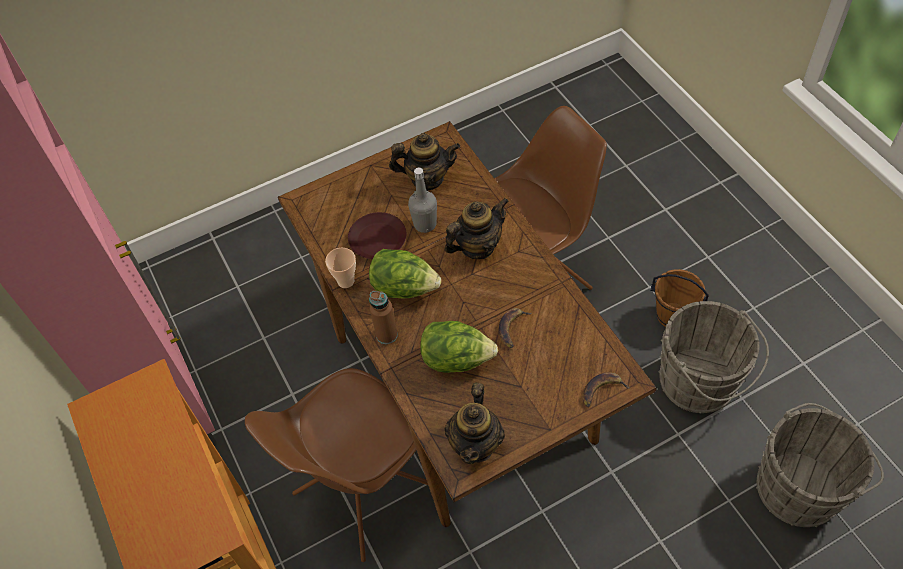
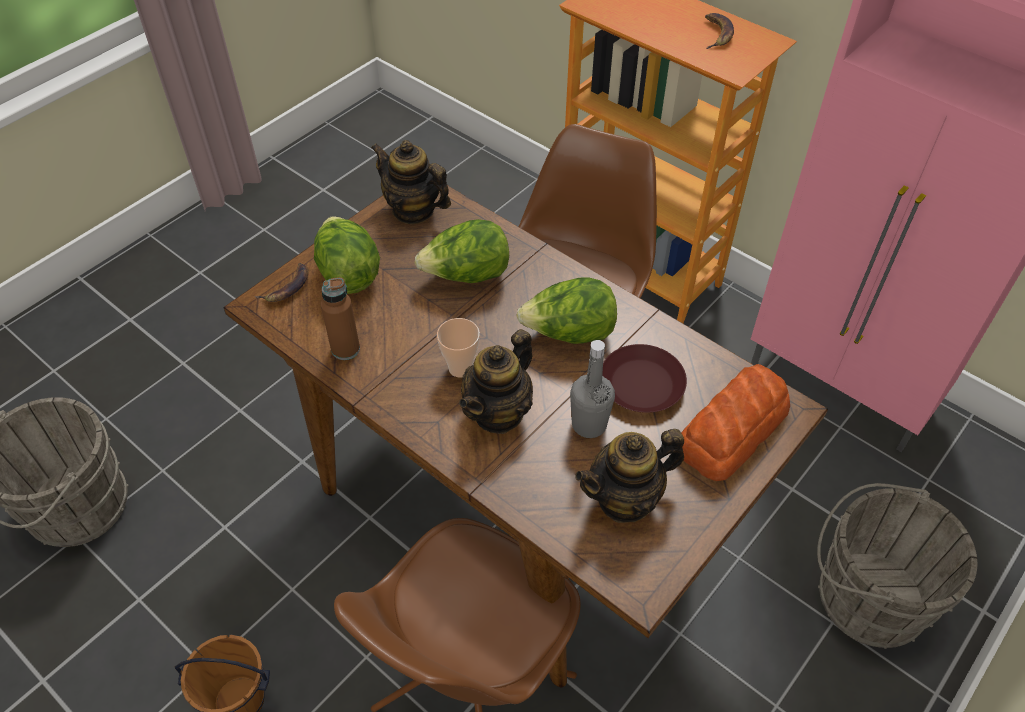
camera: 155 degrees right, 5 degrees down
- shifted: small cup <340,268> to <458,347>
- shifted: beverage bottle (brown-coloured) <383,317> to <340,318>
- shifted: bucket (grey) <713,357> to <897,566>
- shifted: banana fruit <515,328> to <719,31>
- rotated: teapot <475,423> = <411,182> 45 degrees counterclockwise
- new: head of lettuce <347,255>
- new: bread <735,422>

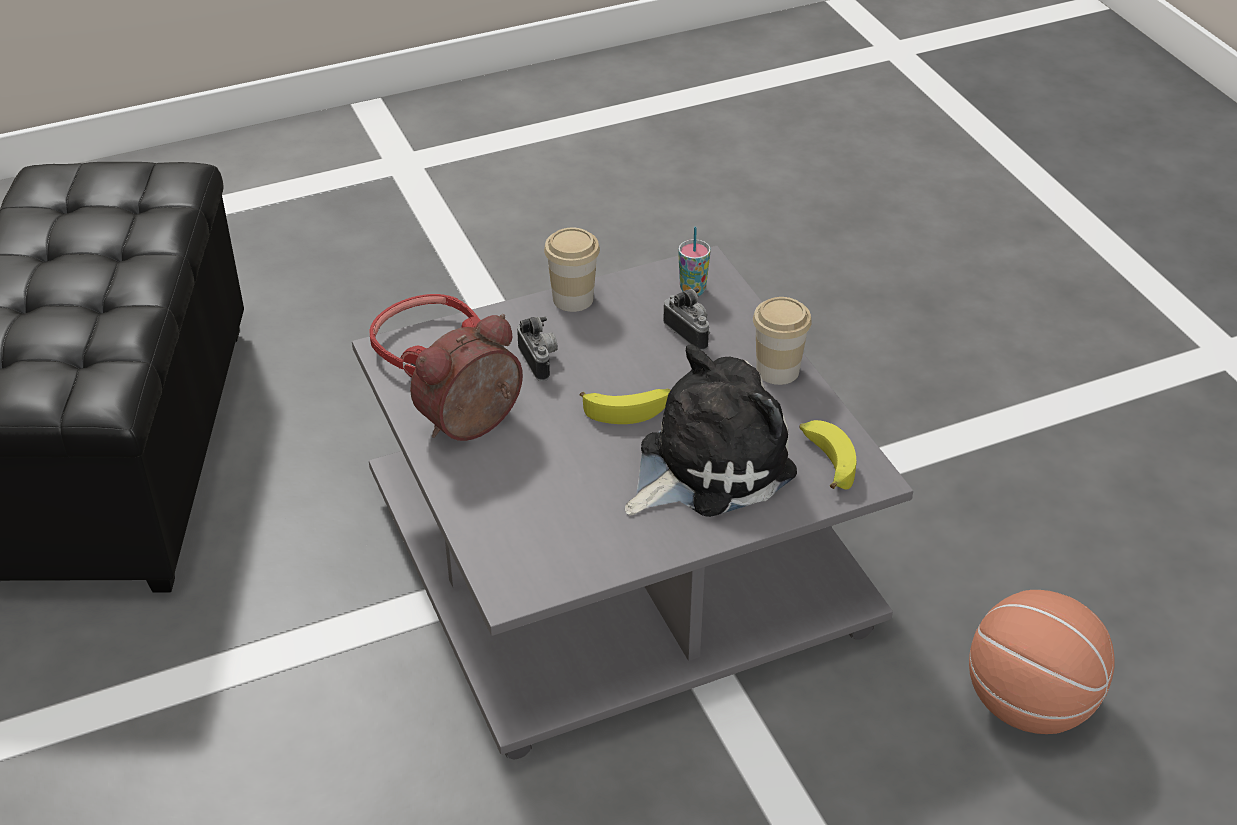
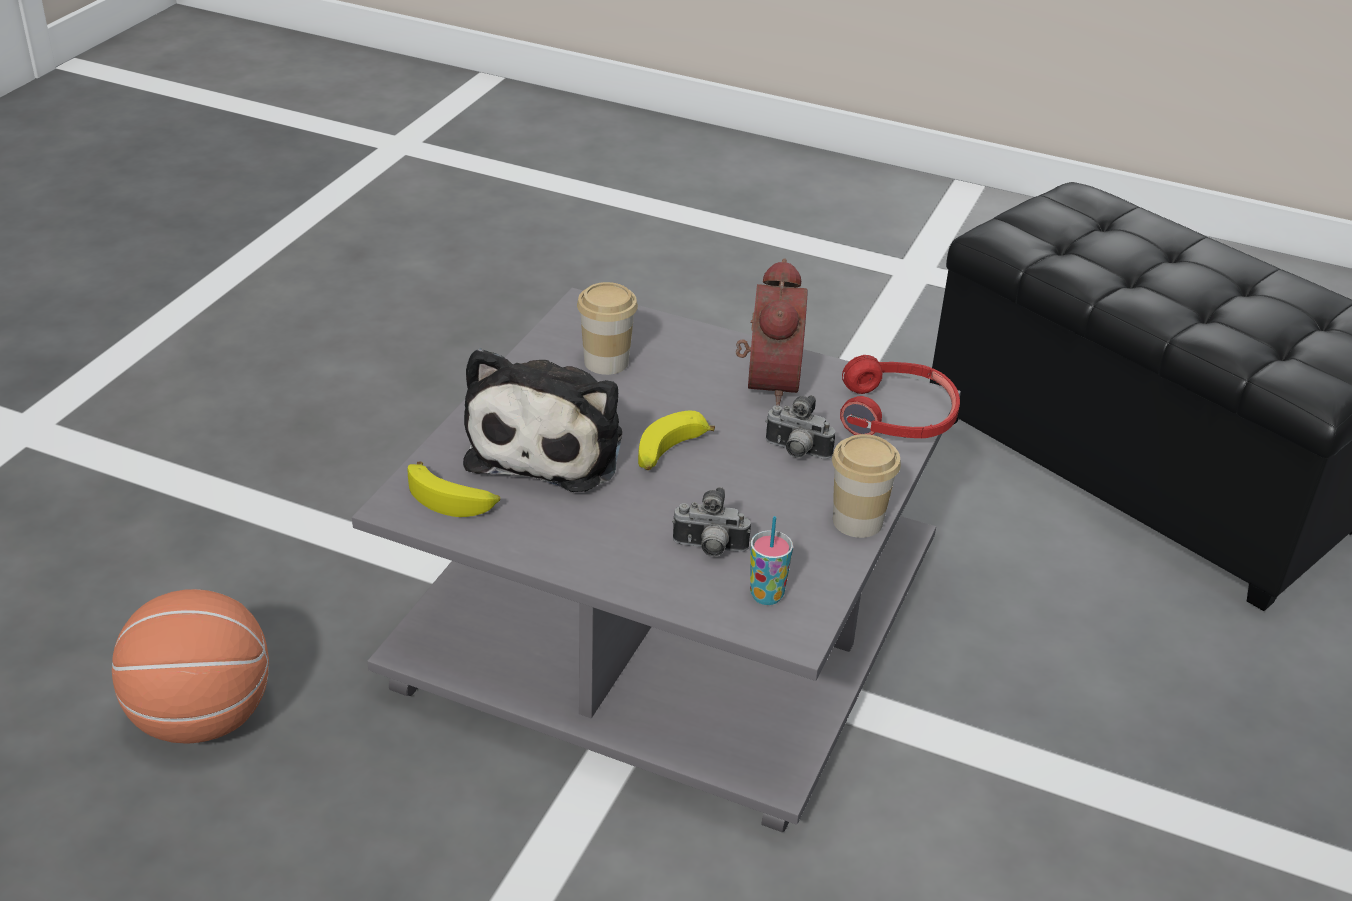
camera: 135 degrees right, 5 degrees down
- shifted: small cup <782,341> to <607,328>

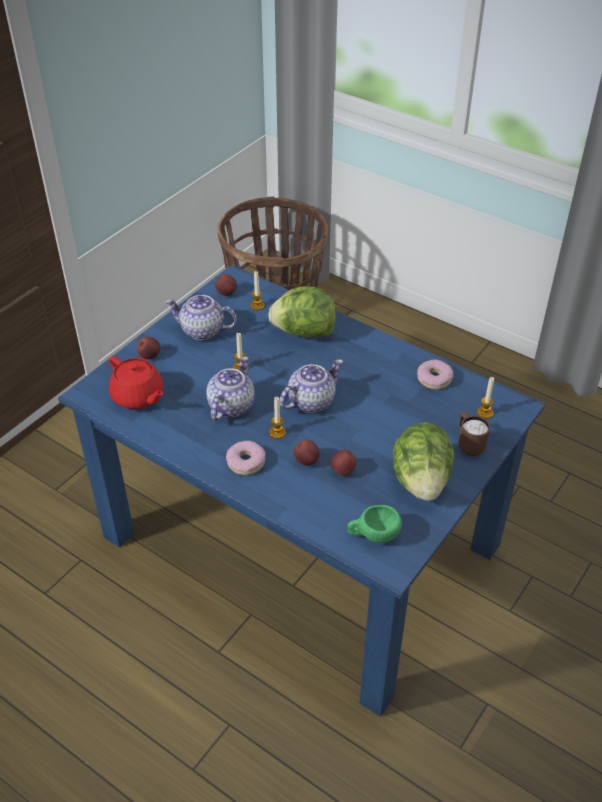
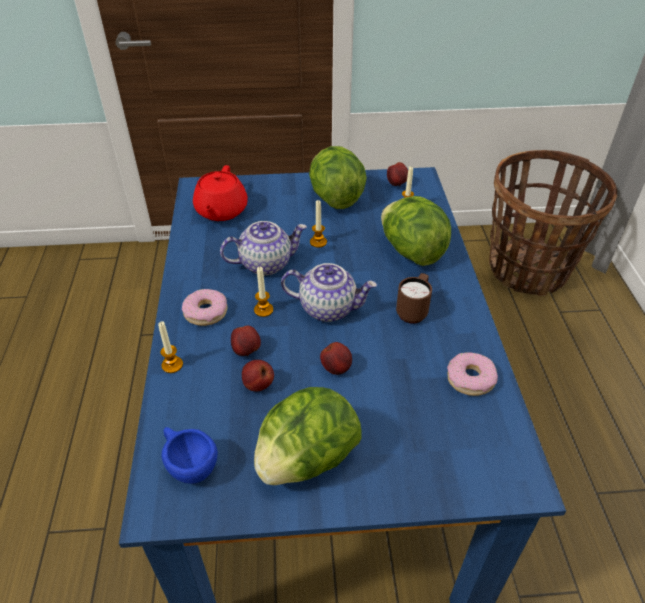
camera: 50 degrees right, 0 degrees up
- swapped: teapot <201,317> to head of lettuce <338,177>
- shifted: apple <148,347> to <336,358>
- shifted: wax light <485,398> to <170,347>
- shifted: mug (brown-coloured) <474,433> to <414,298>
- repainted: small cup (green-coloured) <375,524> to small cup (bluish) <189,455>

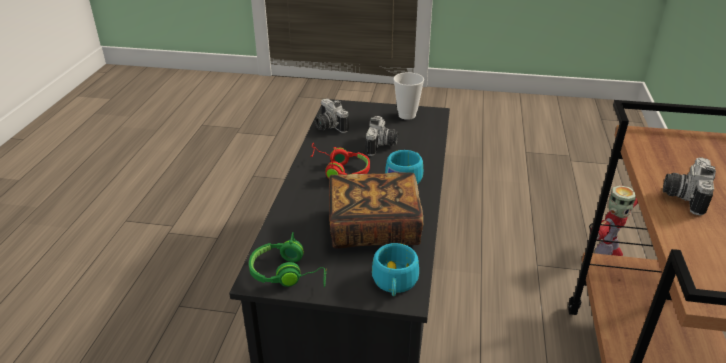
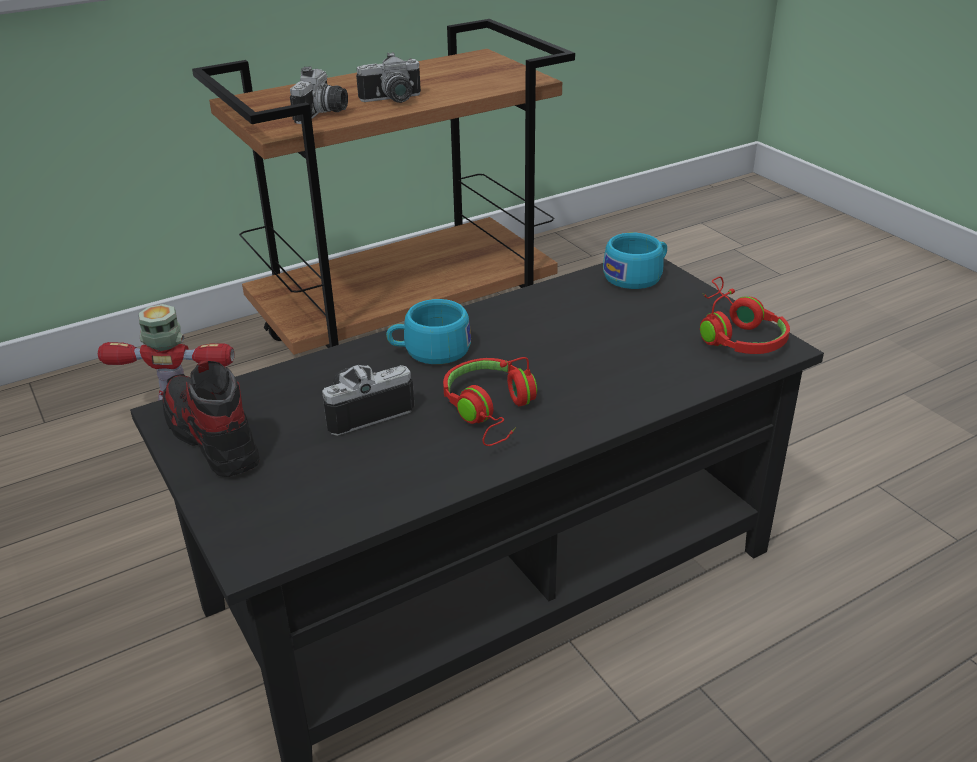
camera: 130 degrees left, 0 degrees up
- swapped: small cup <408,96> to shoe <211,418>
- shifted: photo camera <332,116> to <319,95>
- gone: book <376,210>
- repainted: headphones (green-coloured) <288,259> to headphones (reddish) <745,315>

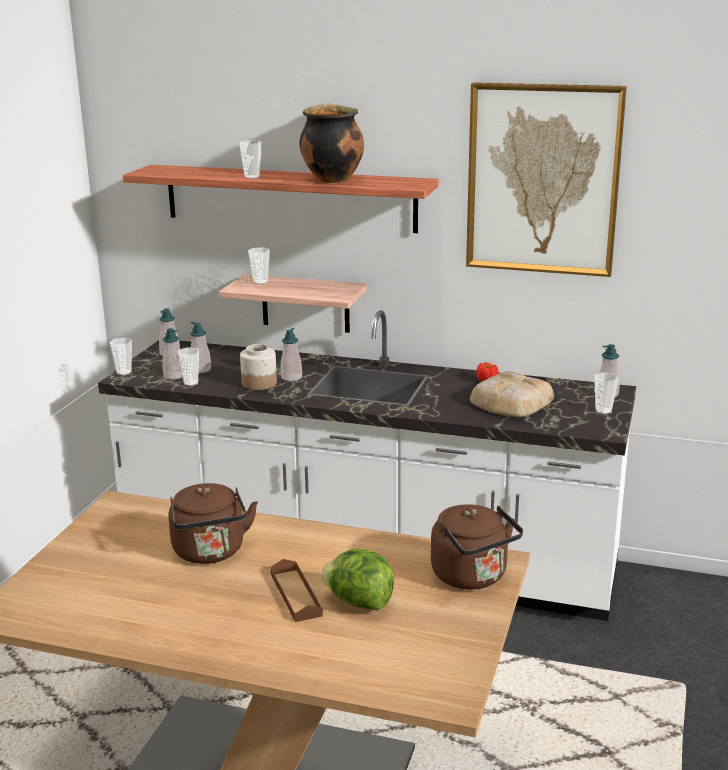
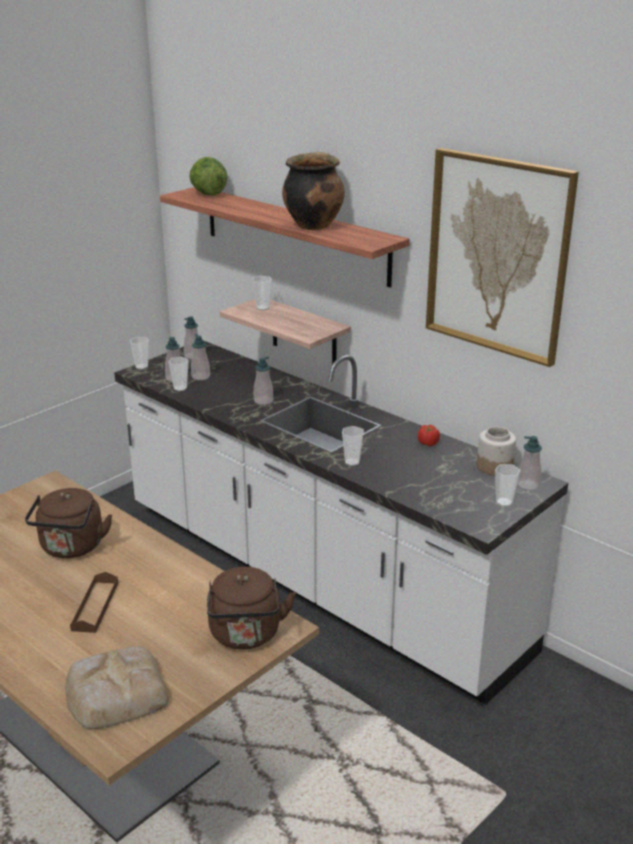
camera: 25 degrees right, 5 degrees up
- shifted: small cup <250,159> to <353,446>
- shifted: jar <258,367> to <496,451>
- shifted: bread <512,394> to <117,687>
- shifted: head of lettuce <357,579> to <208,176>

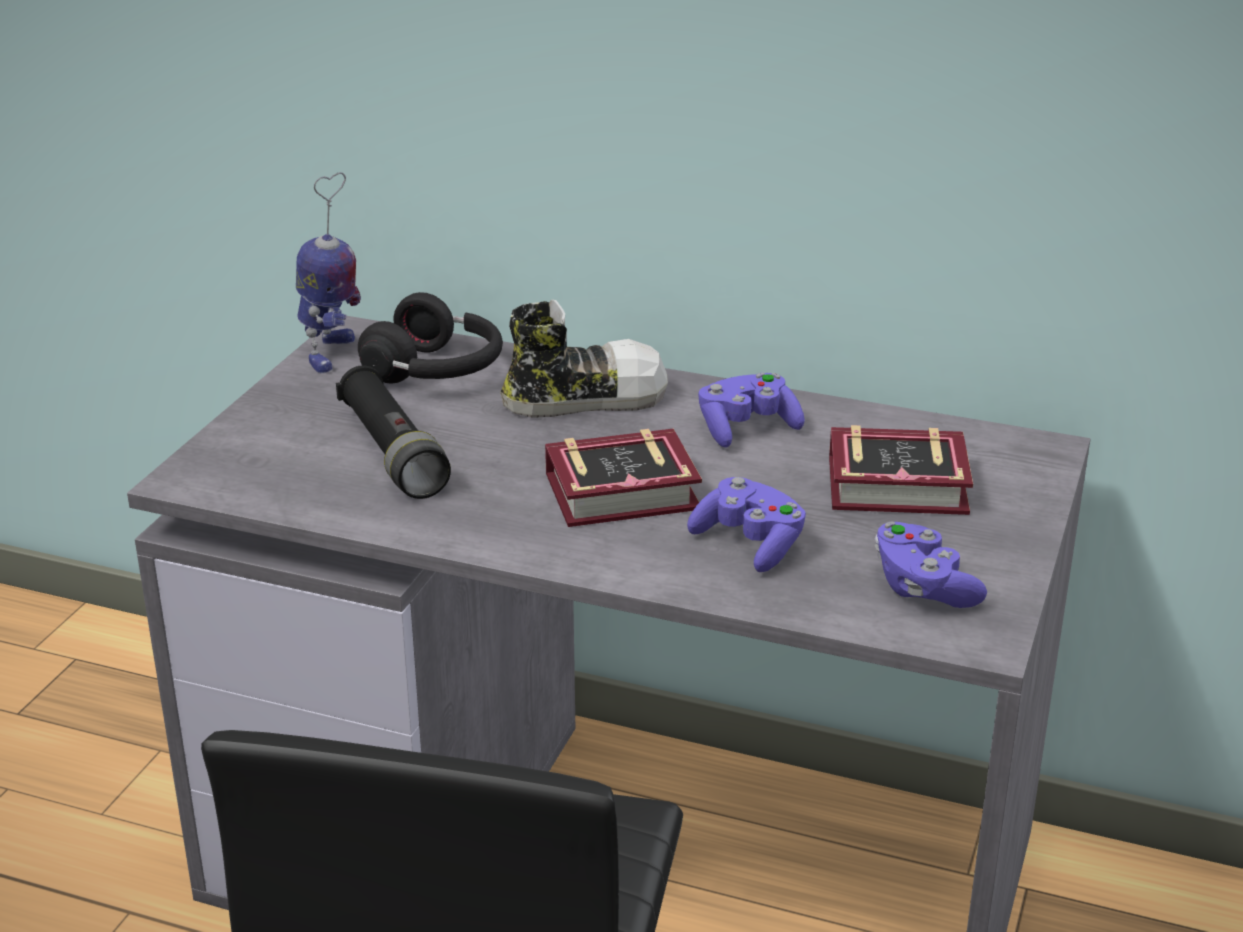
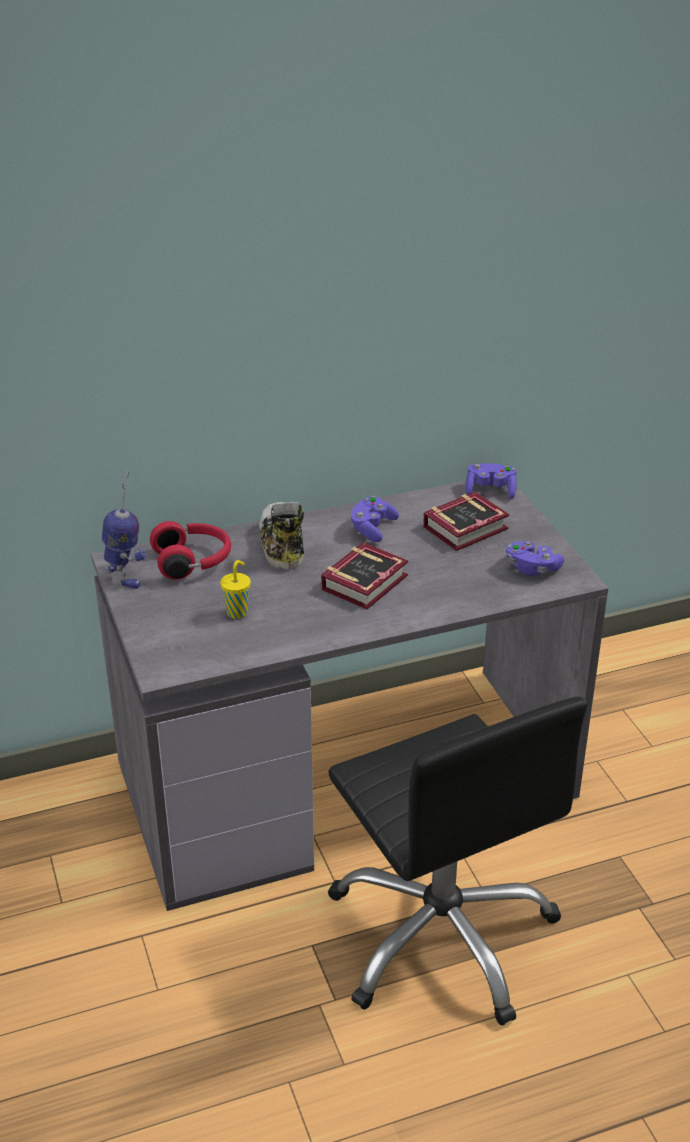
camera: 40 degrees left, 5 degrees up
- repainted: headphones (black-coloured) <430,338> to headphones (reddish) <190,550>
- rotated: shoe <584,359> = <281,536> 45 degrees counterclockwise
- swapped: hand torch (black-coloured) <393,432> to small cup (yellow-coloured) <235,589>
- shifted: game controller (purple) <746,524> to <491,481>

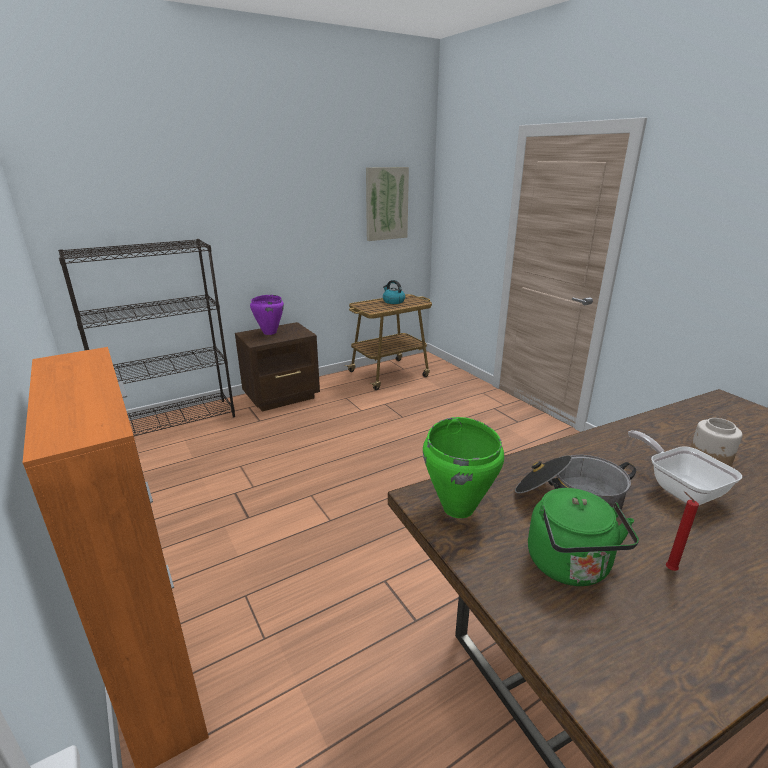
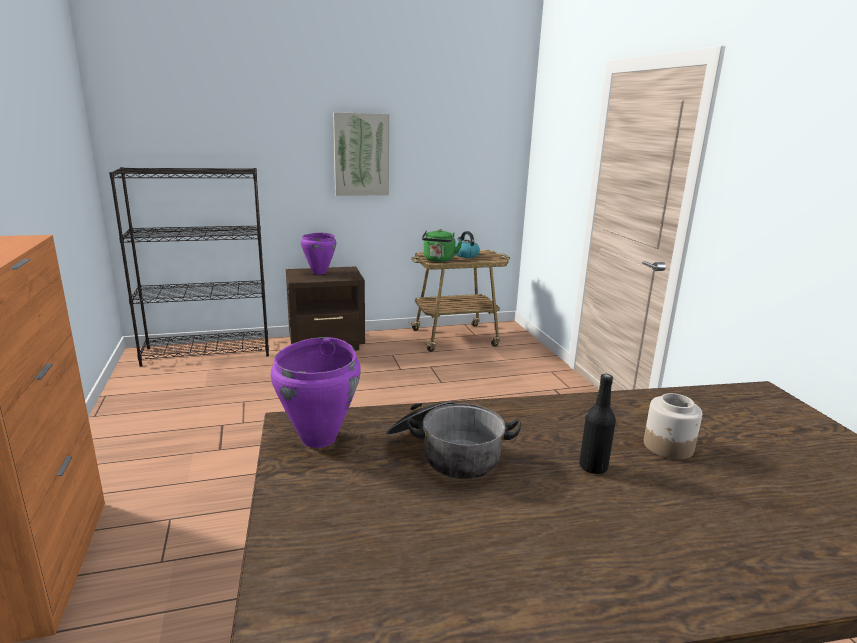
camera: 15 degrees right, 5 degrees down
- shifted: wall picture <387,204> to <361,154>
- repainted: stockpot (green-coloured) <464,467> to stockpot (purple) <316,392>
- swapped: pan <685,467> to beverage bottle (black-coloured) <597,424>
- shifted: kettle (green-coloured) <583,537> to <442,245>
- gone: wax light (reddish) <682,531>

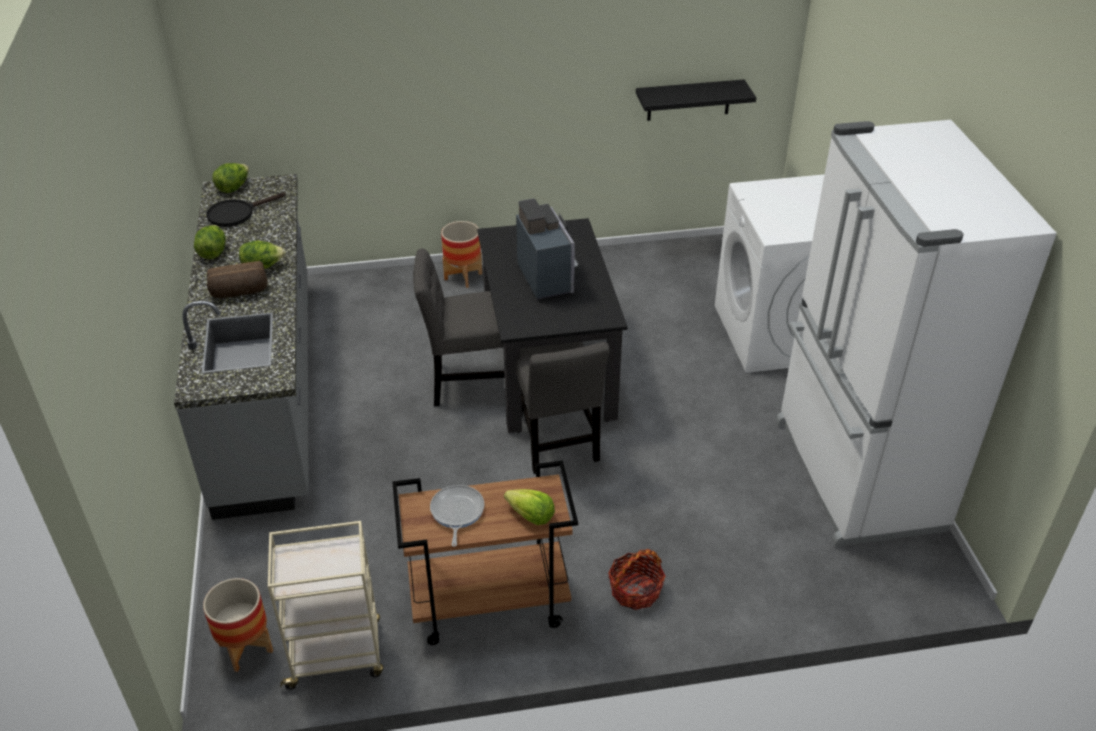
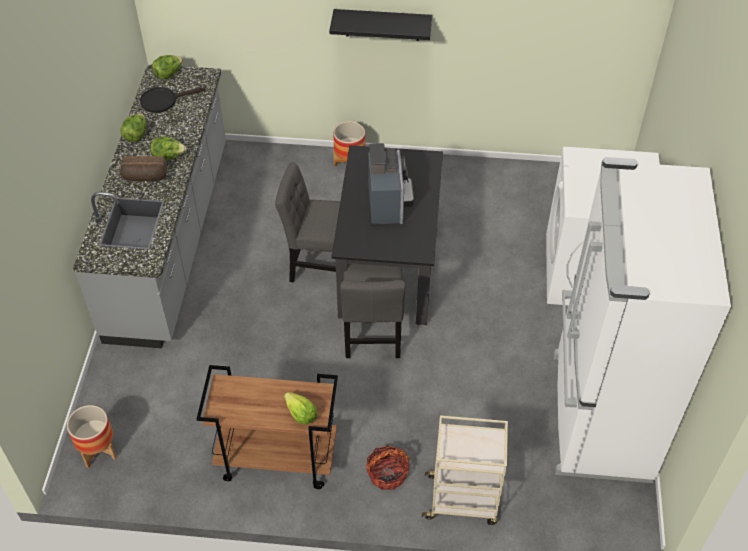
camera: 15 degrees right, 10 degrees up
- shifted: wall shelf (black-coloured) <696,100> to <380,25>
- gone: pan <457,516>
- shifted: wheeled cart (beige) <326,605> to <465,470>

